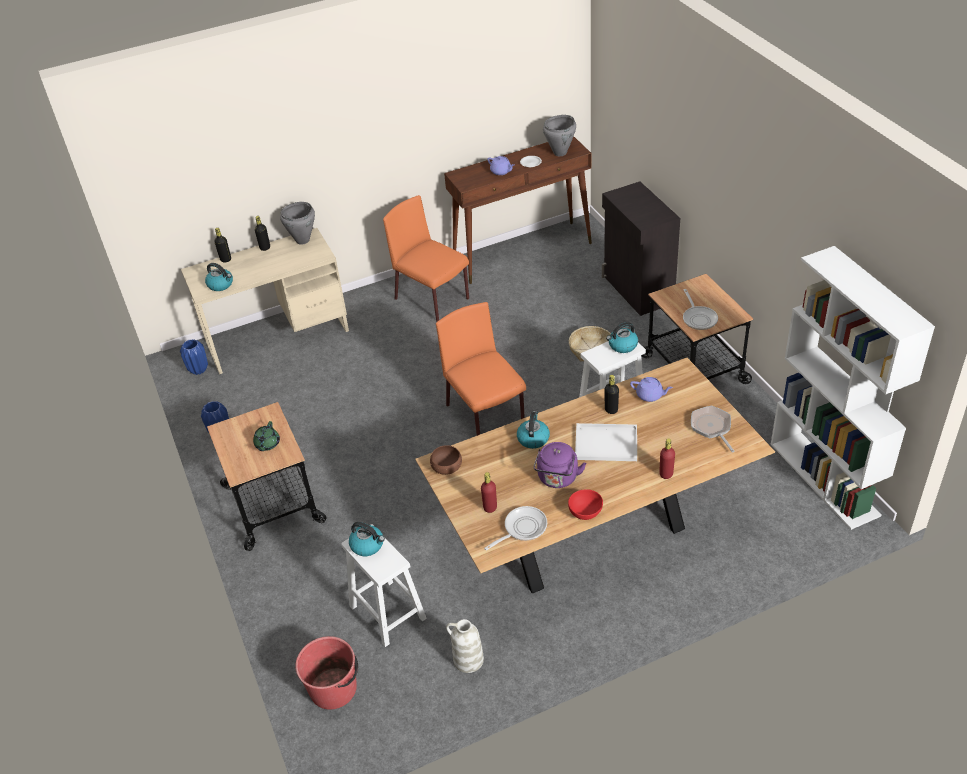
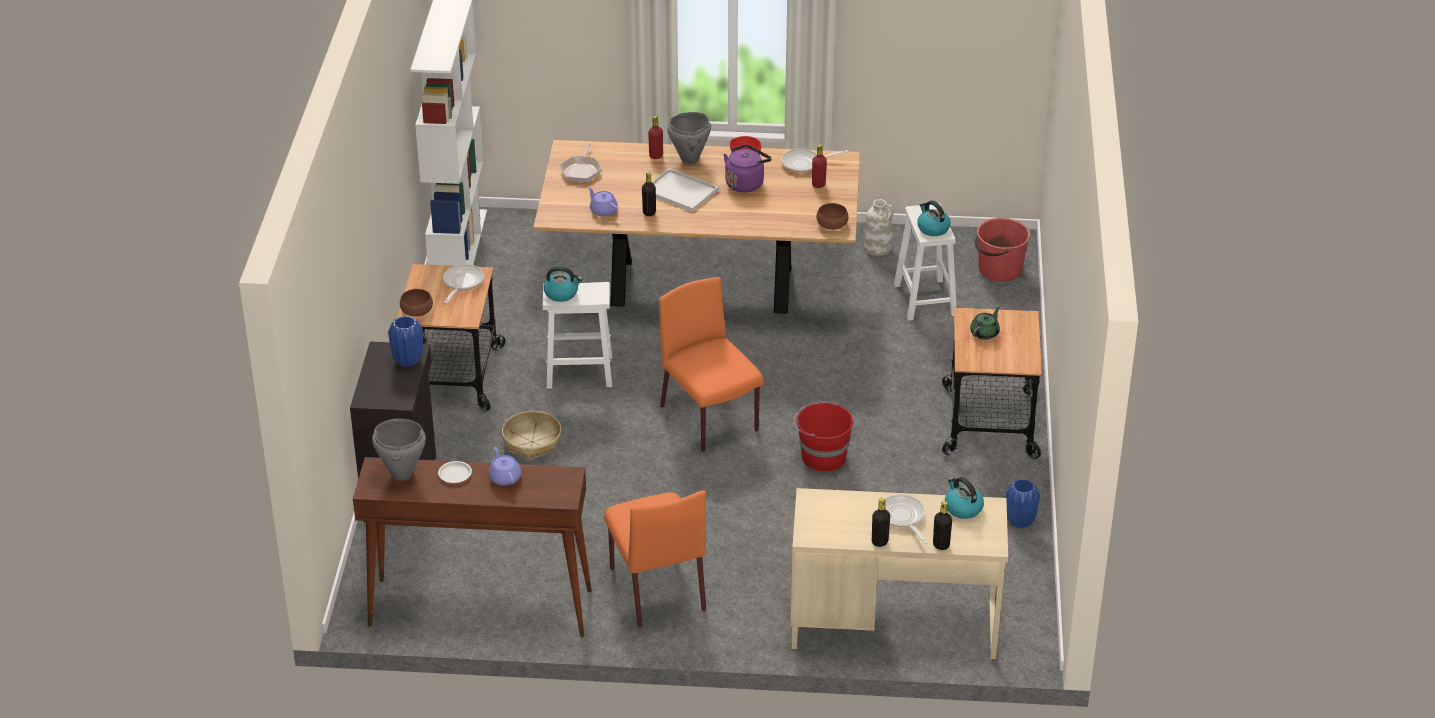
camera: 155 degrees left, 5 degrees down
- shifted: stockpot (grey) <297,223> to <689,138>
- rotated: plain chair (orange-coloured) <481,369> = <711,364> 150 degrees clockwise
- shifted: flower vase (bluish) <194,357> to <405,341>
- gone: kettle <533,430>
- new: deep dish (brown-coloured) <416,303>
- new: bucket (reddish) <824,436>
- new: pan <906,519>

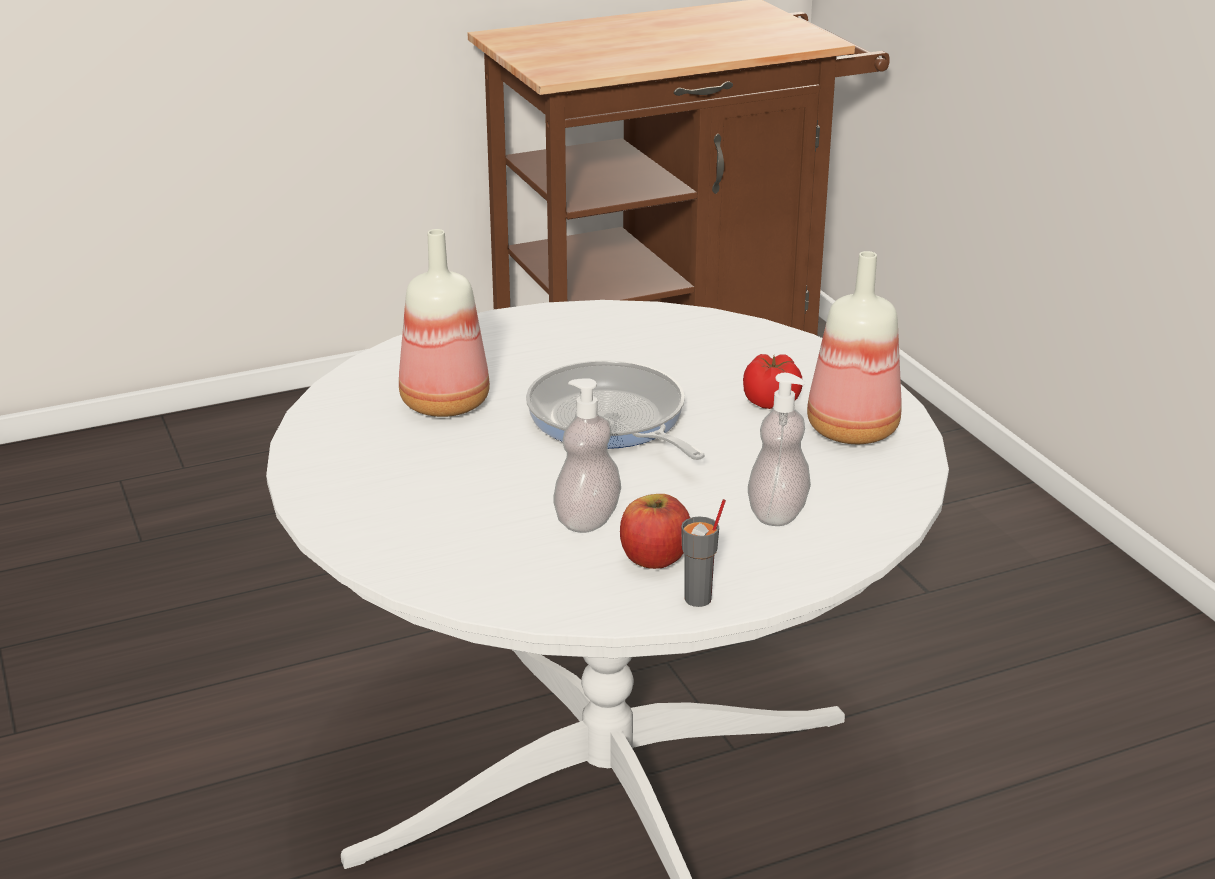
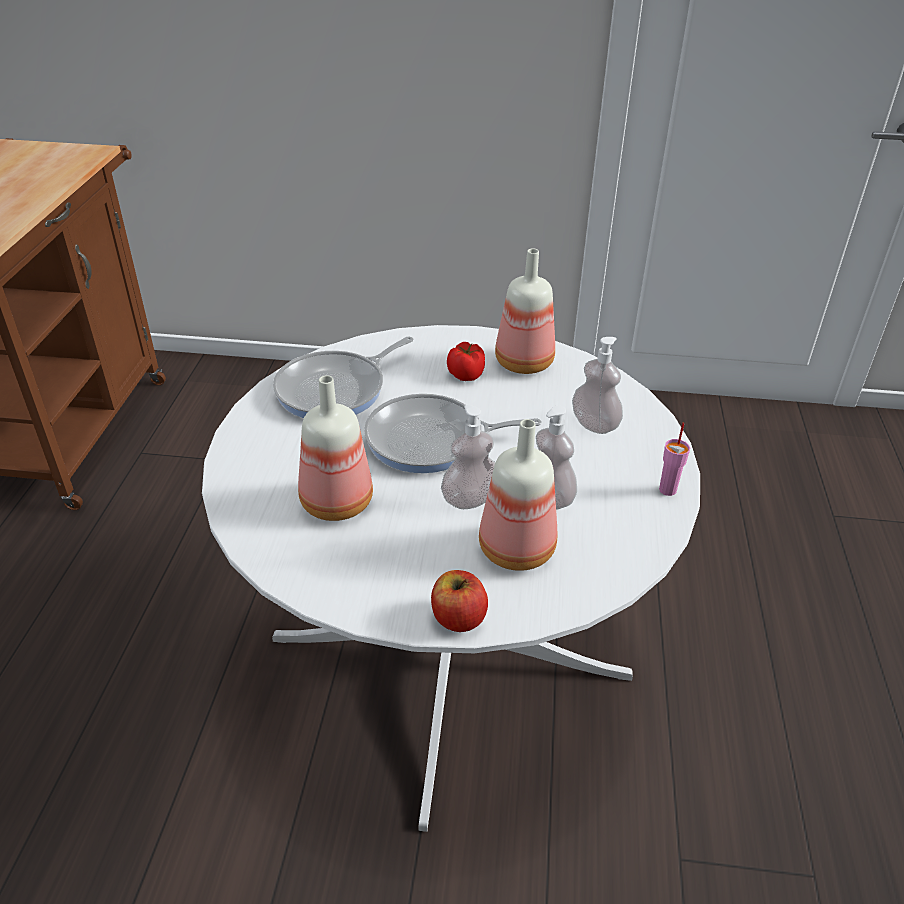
camera: 60 degrees left, 10 degrees up
- shifted: apple <655,531> to <459,601>
- repainted: small cup (grey) <703,553> to small cup (pink-coloured) <674,459>
- new: pan <343,377>
- new: soap dispenser <468,457>
- new: beverage bottle <518,495>

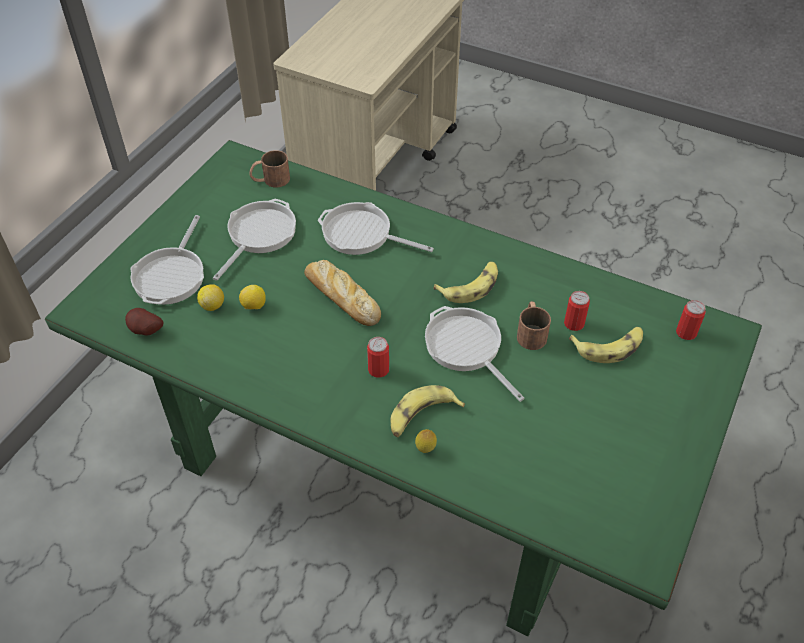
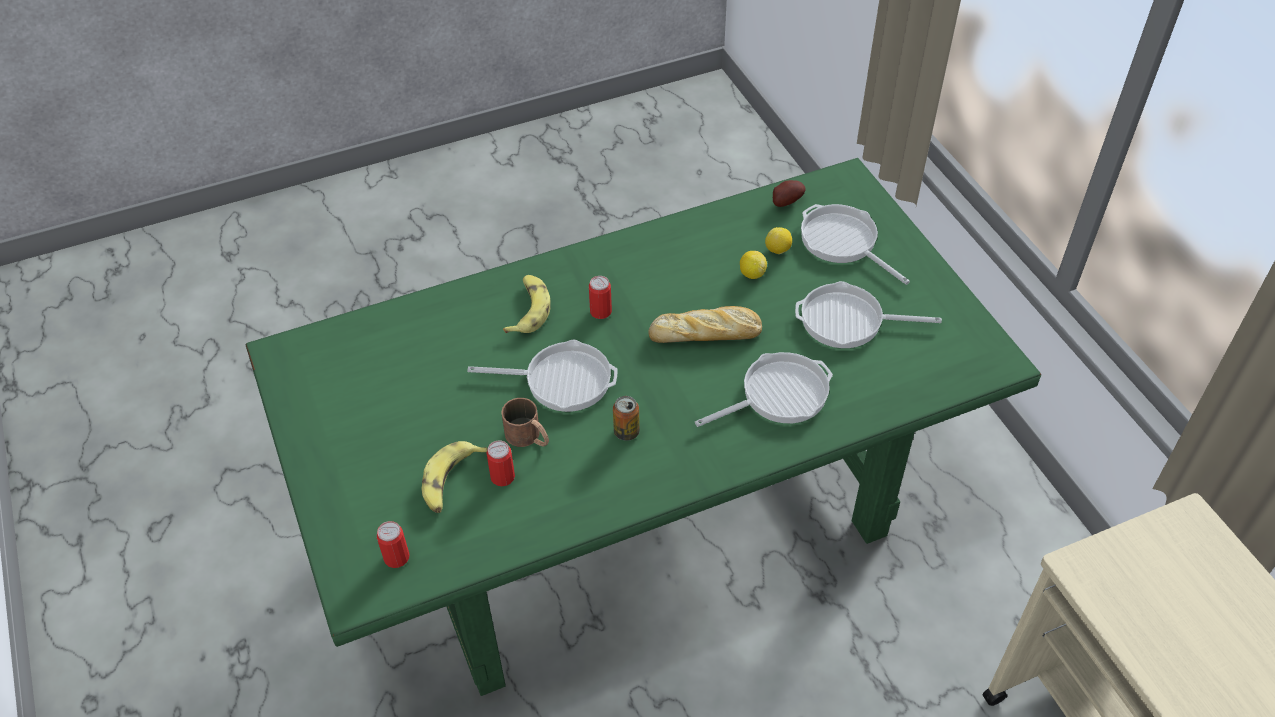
camera: 130 degrees right, 0 degrees up
- gone: mug (brown-coloured) <270,169>
- rotated: pan <254,240> = <868,314> 120 degrees clockwise
- swapped: banana fruit <466,282> to metal can <626,418>
- gone: whole lemon <426,441>

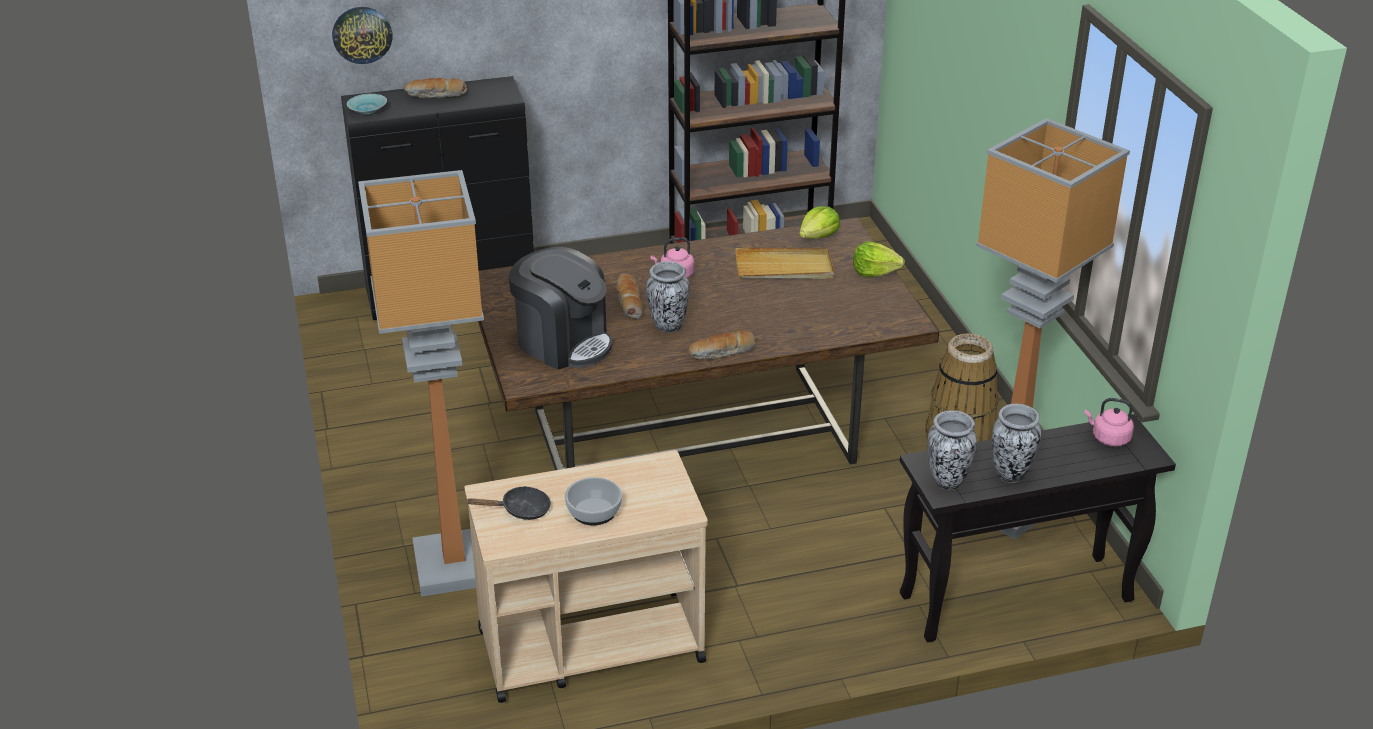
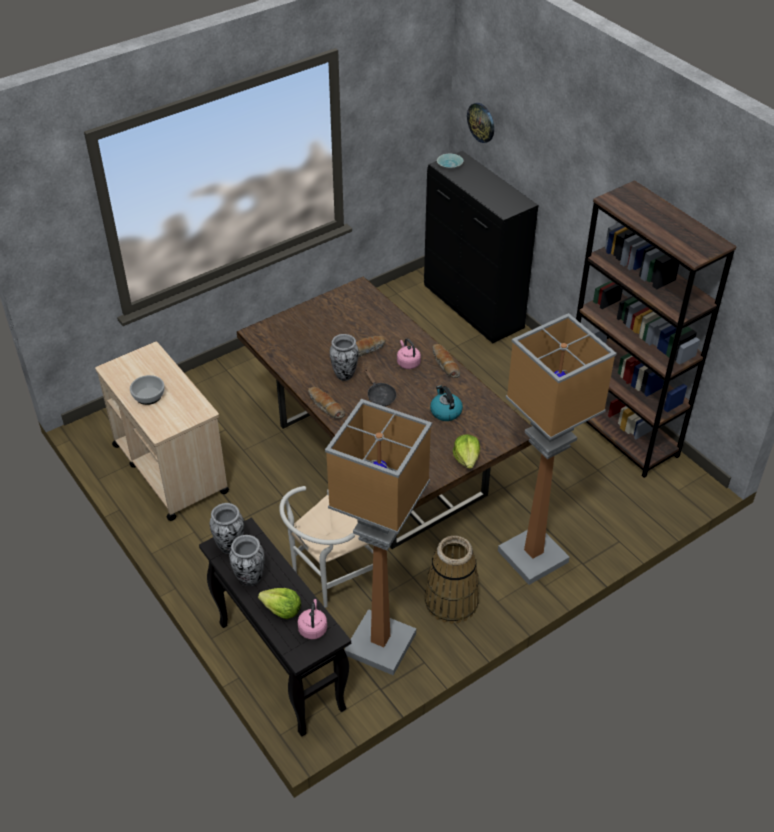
camera: 70 degrees right, 10 degrees up
- shifted: bread <435,88> to <446,361>
- shifted: floor lamp <421,383> to <557,449>
- shifted: head of lettuce <819,222> to <279,603>
- gone: coffee maker <560,308>
- swapped: tray (beige) <785,263> to kettle <446,403>
- shifted: pan (black-coloured) <508,503> to <380,387>
- new: plain chair (white-coloured) <326,547>

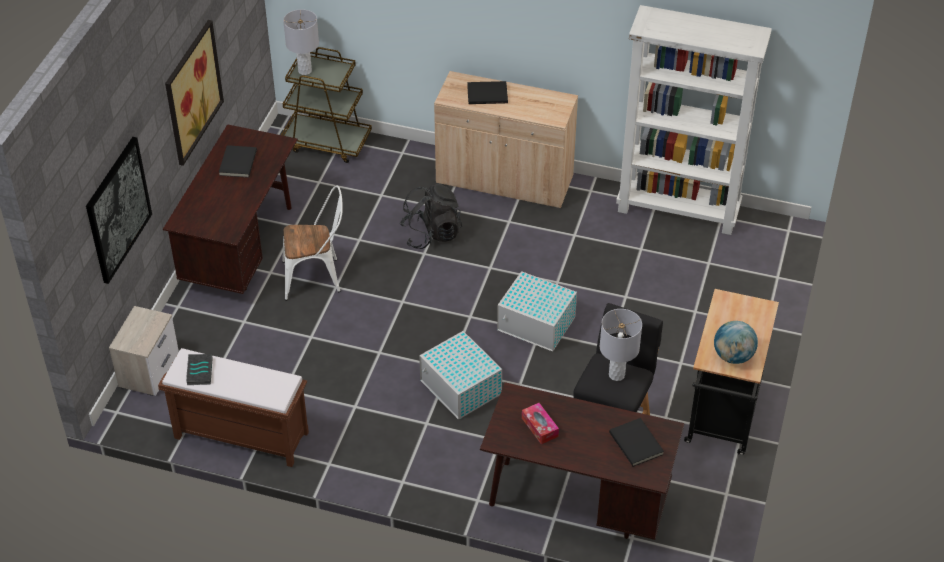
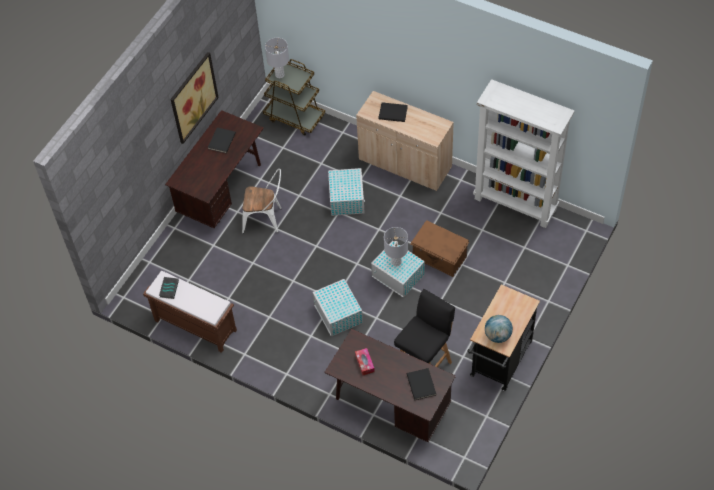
camera: 15 degrees right, 10 degrees up
- gone: wall picture <119,210>
- swapped: knapsack (black-coloured) <431,216> to storage box (white-coloured) <346,192>
- gone: bedside table <144,351>
- shifted: table lamp (grey) <621,345> to <396,246>
- new: storage box (brown-coloured) <439,248>

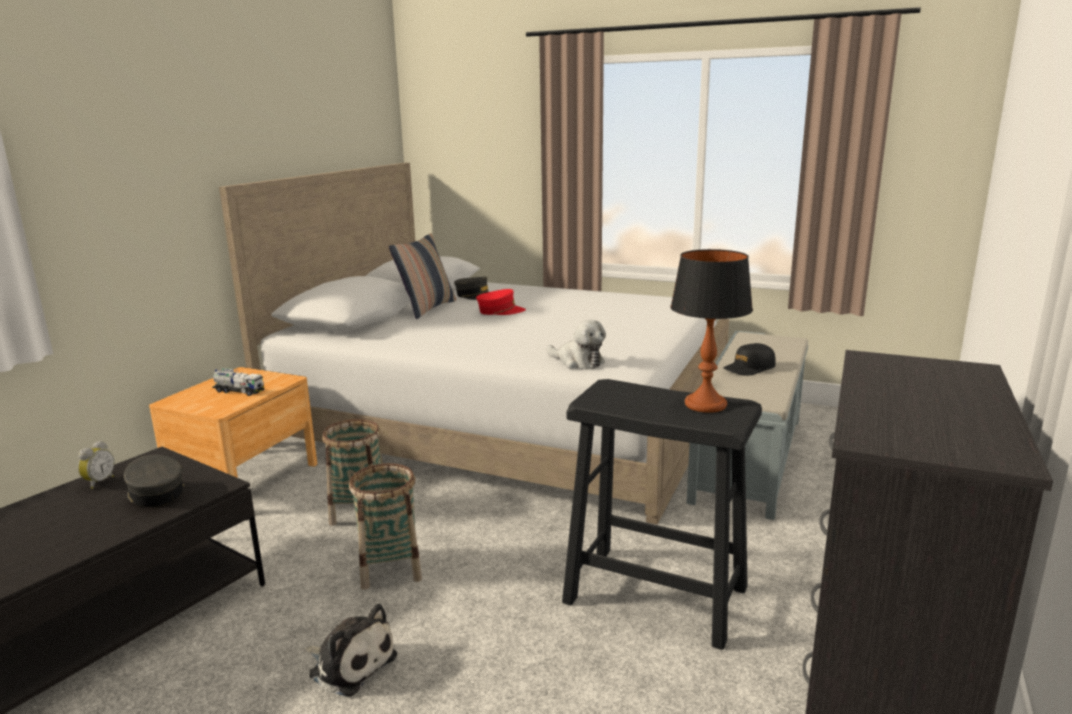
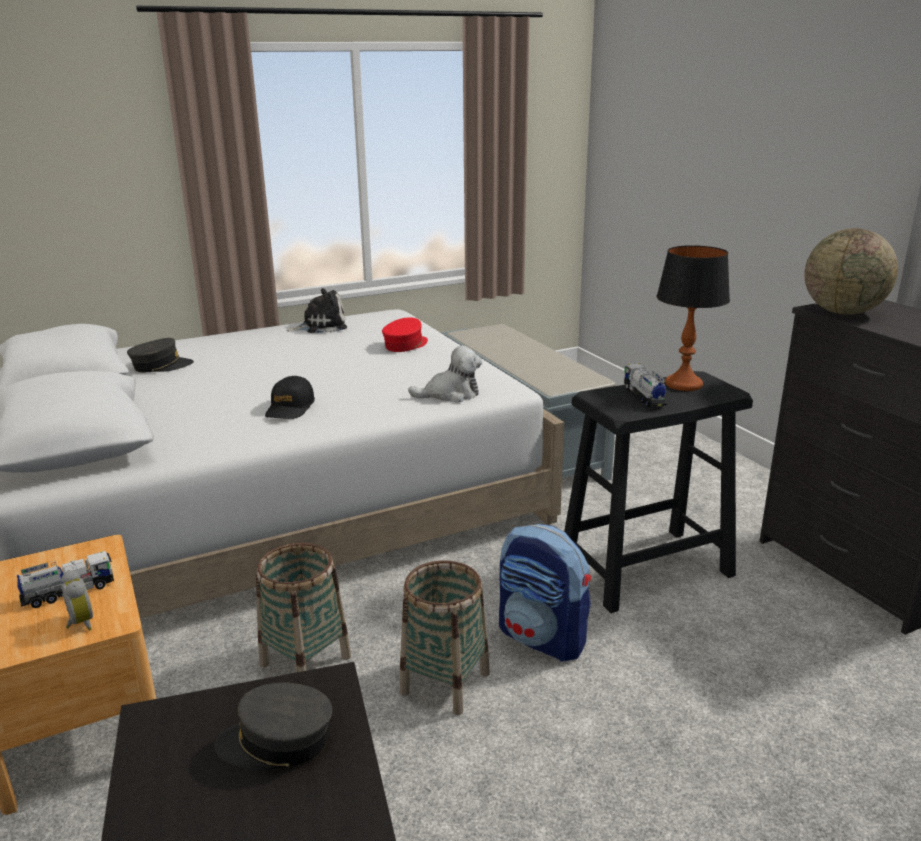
camera: 50 degrees left, 5 degrees up
- gone: cushion <422,276>
- shifted: cap (reddish) <501,302> to <405,334>
- shifted: cap (black-coloured) <749,359> to <290,397>
- shifted: alarm clock <96,464> to <77,600>
- shifted: plush toy <351,650> to <317,310>
- new: world globe <851,271>
- new: toy truck <645,385>
- new: knapsack <545,592>

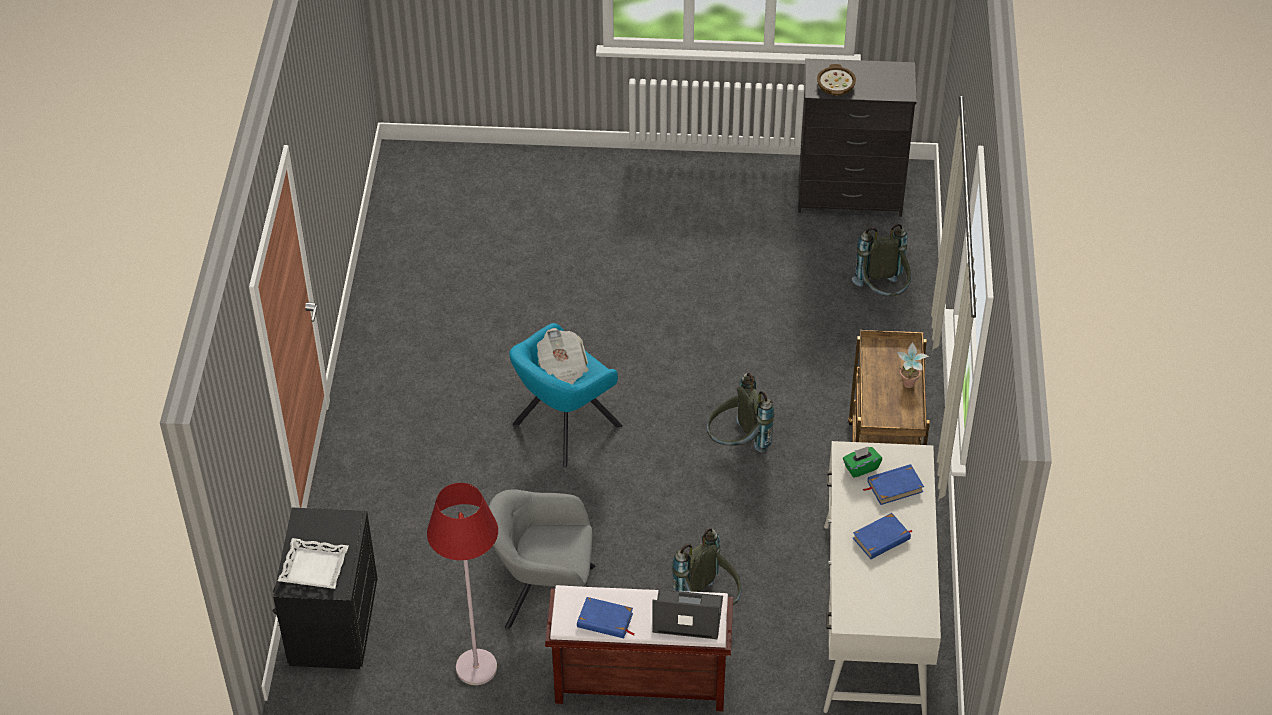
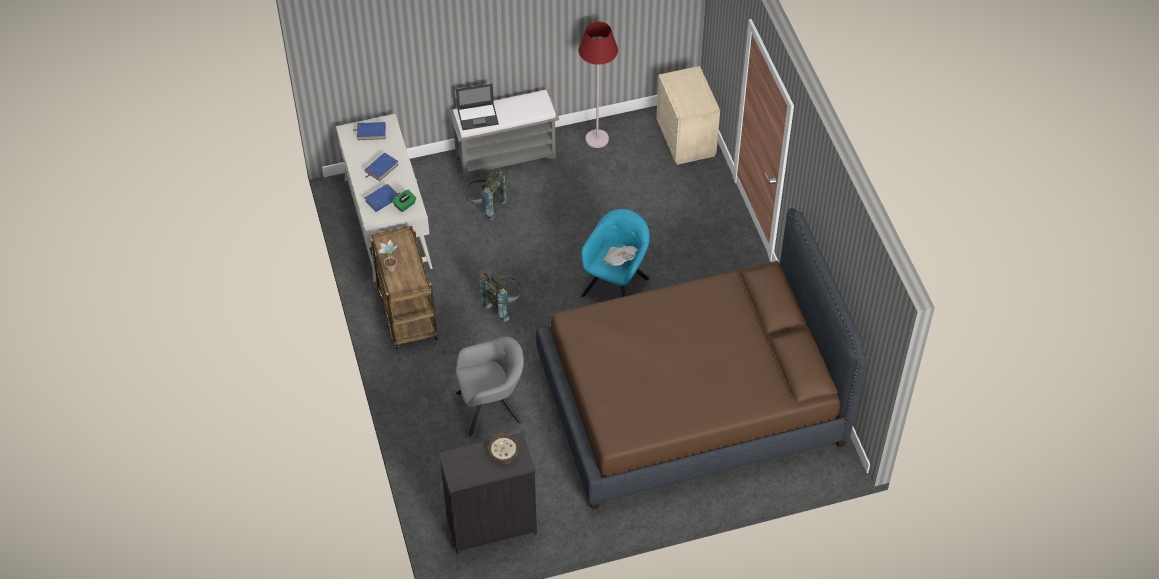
camera: 160 degrees right, 5 degrees up
- gone: knapsack (grey) <881,260>
- shifted: lounge chair (grey) <542,559> to <490,386>
- repainted: bedside table (black-coloured) <325,588> to bedside table (beige) <688,115>
- gone: tray (white-coloured) <313,563>
- repainted: indoor bench (brown-coloured) <639,648> to indoor bench (grey) <504,134>
- shifted: book (bluish) <605,617> to <369,131>
- new: bed (brown-coloured) <701,359>

